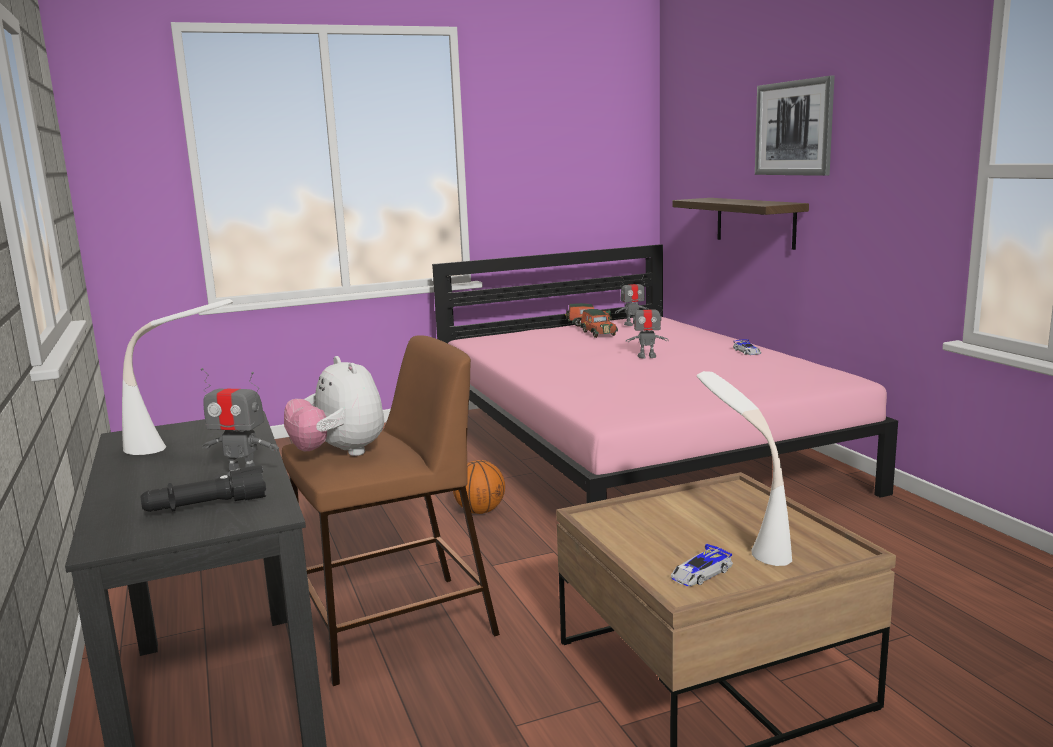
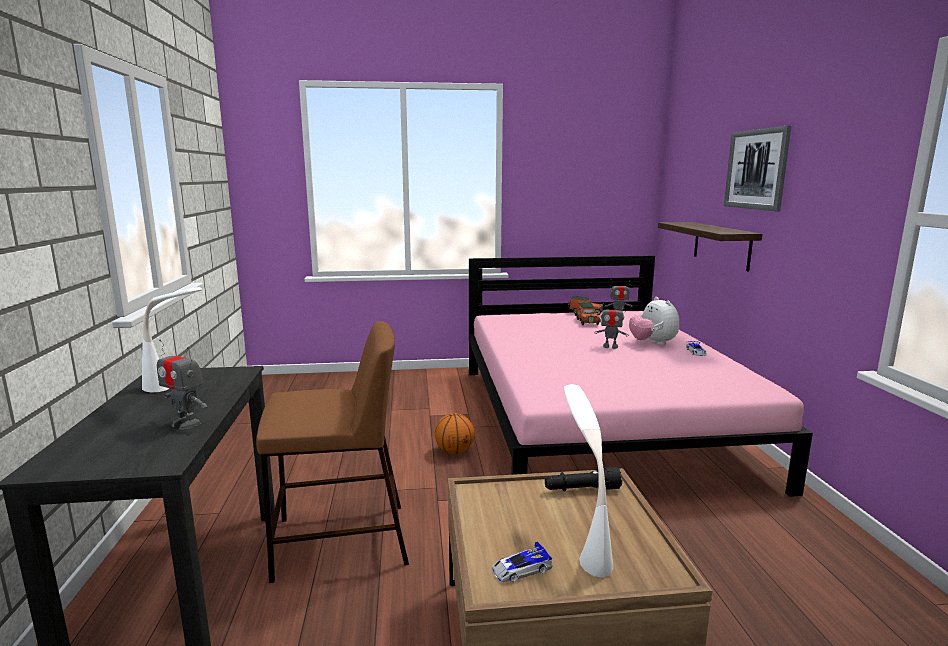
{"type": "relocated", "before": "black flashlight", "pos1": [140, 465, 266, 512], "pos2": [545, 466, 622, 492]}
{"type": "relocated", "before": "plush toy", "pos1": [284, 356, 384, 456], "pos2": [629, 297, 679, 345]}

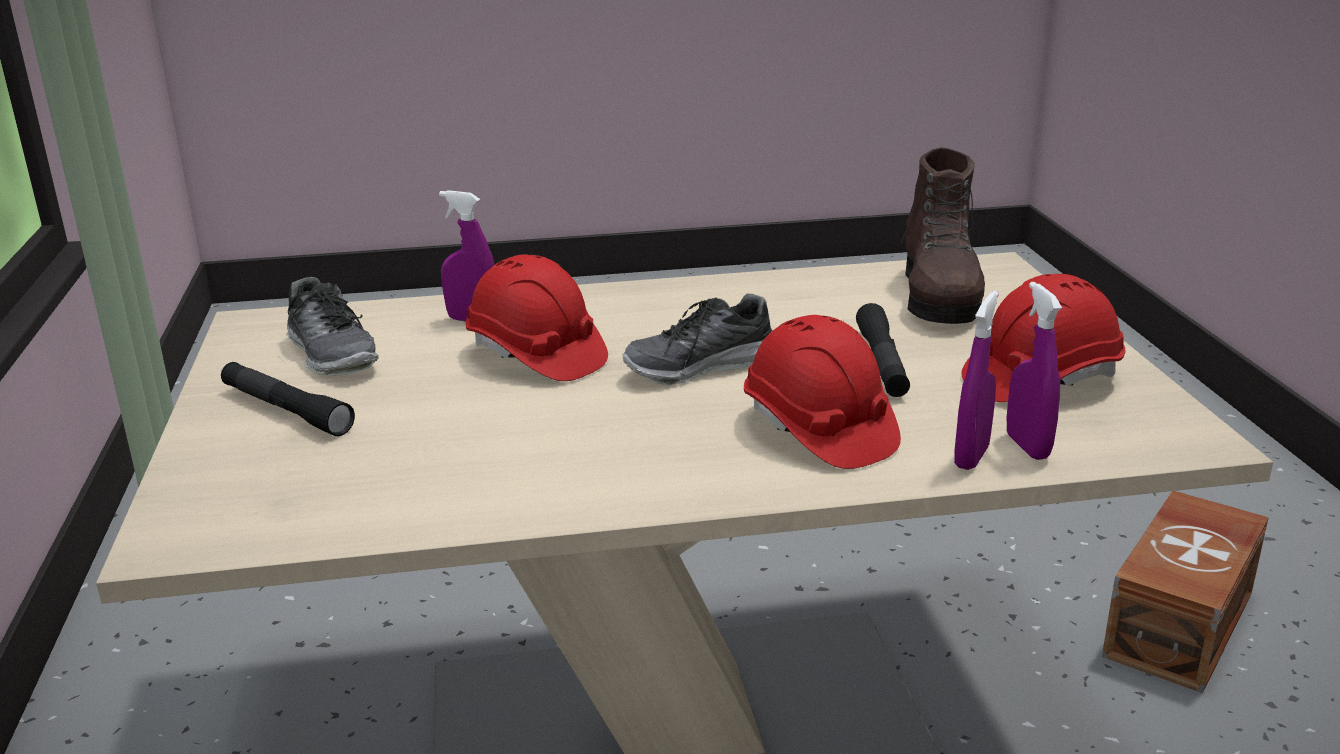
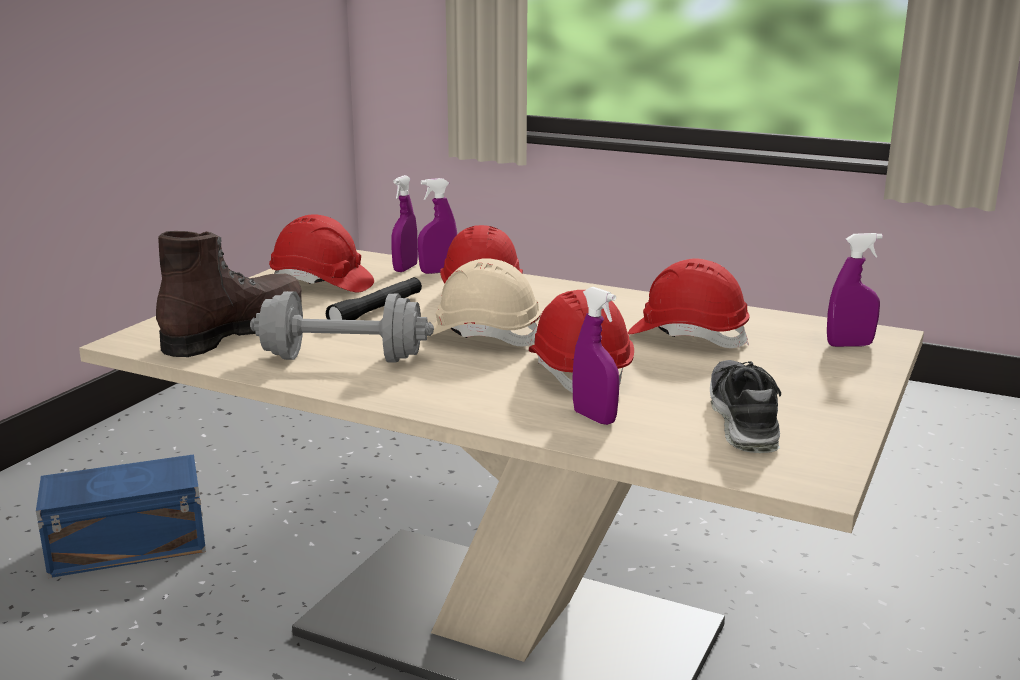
{"type": "colour", "before": "brown storage box", "after": "blue storage box", "pos1": [1102, 491, 1269, 693], "pos2": [36, 454, 206, 578]}
{"type": "appeared", "after": "grey dumbbell", "pos2": [250, 291, 434, 363]}
{"type": "exchanged", "before": "shoe", "after": "beige hard hat", "pos1": [623, 294, 773, 385], "pos2": [427, 258, 541, 346]}
{"type": "appeared", "after": "red hard hat", "pos2": [628, 258, 750, 348]}
{"type": "appeared", "after": "purple spray bottle", "pos2": [827, 233, 883, 347]}
{"type": "missing", "before": "black flashlight", "pos1": [221, 362, 355, 436]}

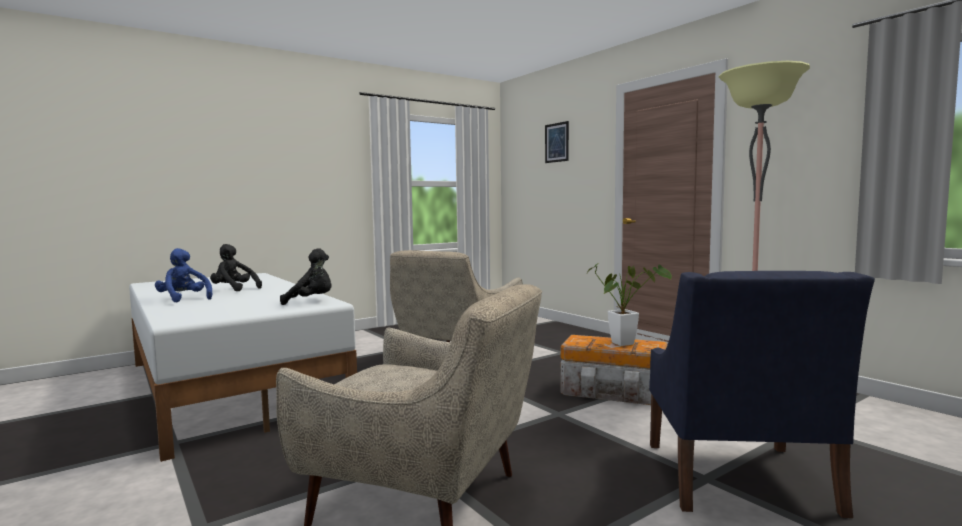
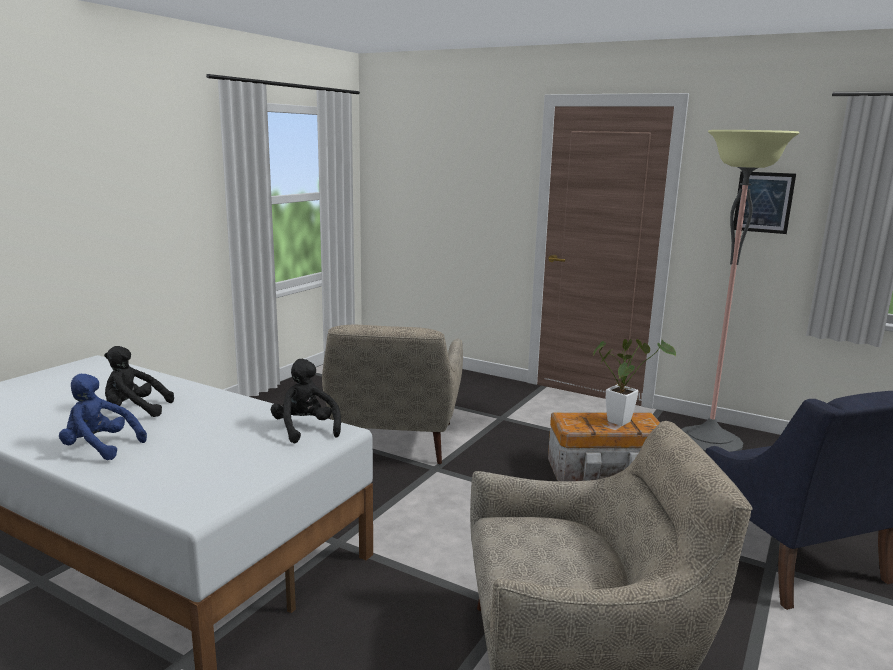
{"type": "spun", "before": "black plush toy", "pos1": [280, 248, 332, 305], "pos2": [271, 359, 341, 444], "turn": -90}
{"type": "relocated", "before": "picture", "pos1": [545, 121, 569, 163], "pos2": [734, 171, 796, 234]}

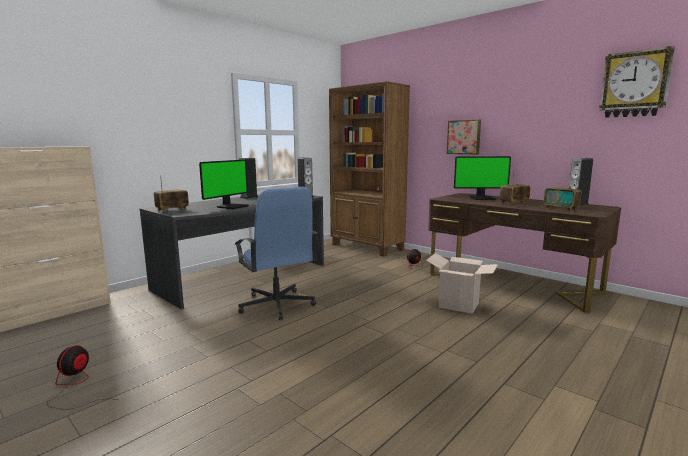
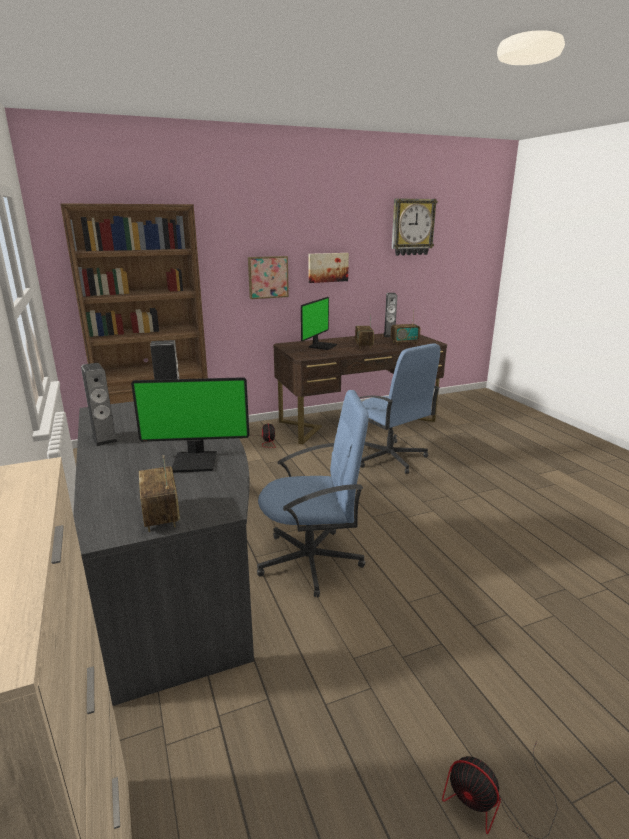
{"type": "spun", "before": "monitor", "pos1": [199, 160, 248, 209], "pos2": [131, 377, 249, 473], "turn": 120}
{"type": "appeared", "after": "picture", "pos2": [308, 253, 349, 283]}
{"type": "exchanged", "before": "cardboard box", "after": "blue office chair", "pos1": [426, 253, 498, 314], "pos2": [359, 343, 440, 474]}

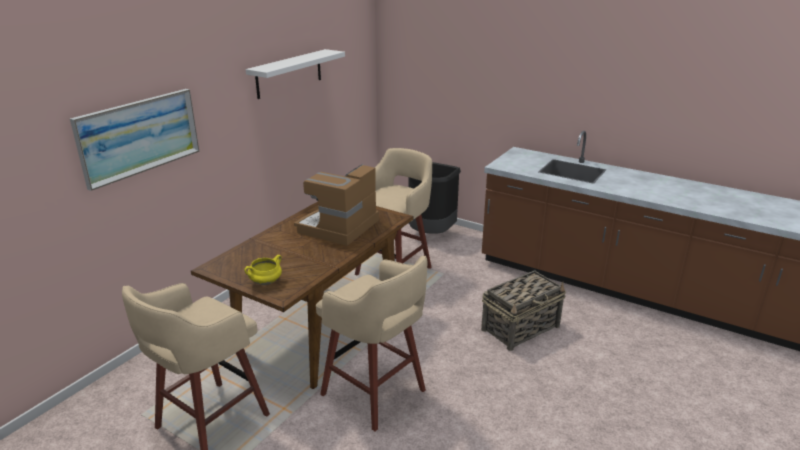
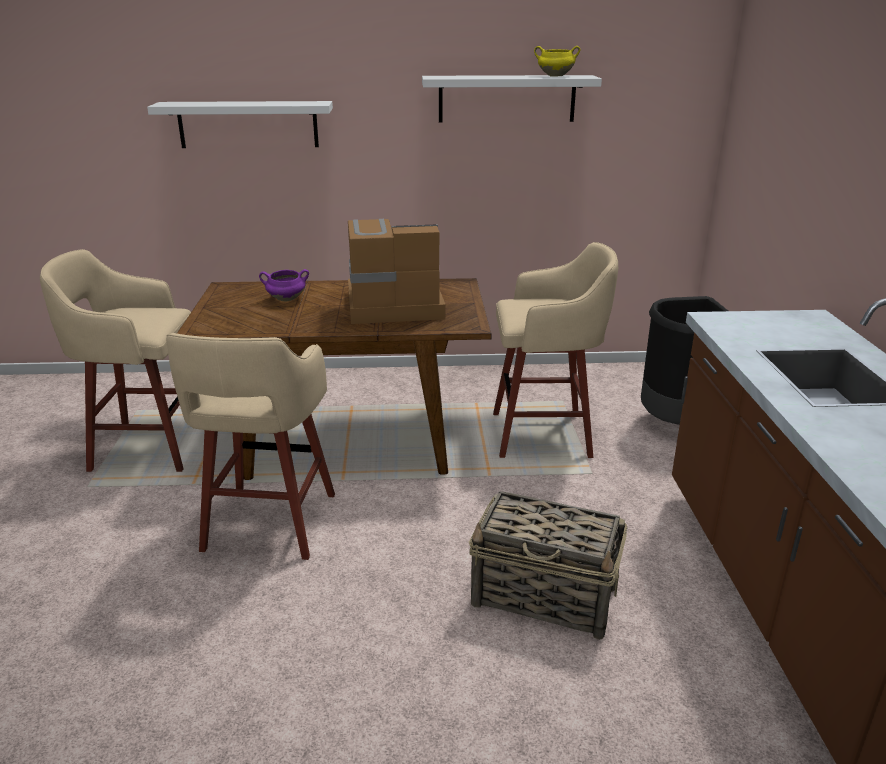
{"type": "exchanged", "before": "picture", "after": "white shelf", "pos1": [70, 89, 199, 191], "pos2": [147, 101, 333, 148]}
{"type": "appeared", "after": "purple cooking pot", "pos2": [259, 269, 309, 301]}
{"type": "relocated", "before": "yellow cooking pot", "pos1": [244, 255, 282, 285], "pos2": [534, 46, 581, 77]}

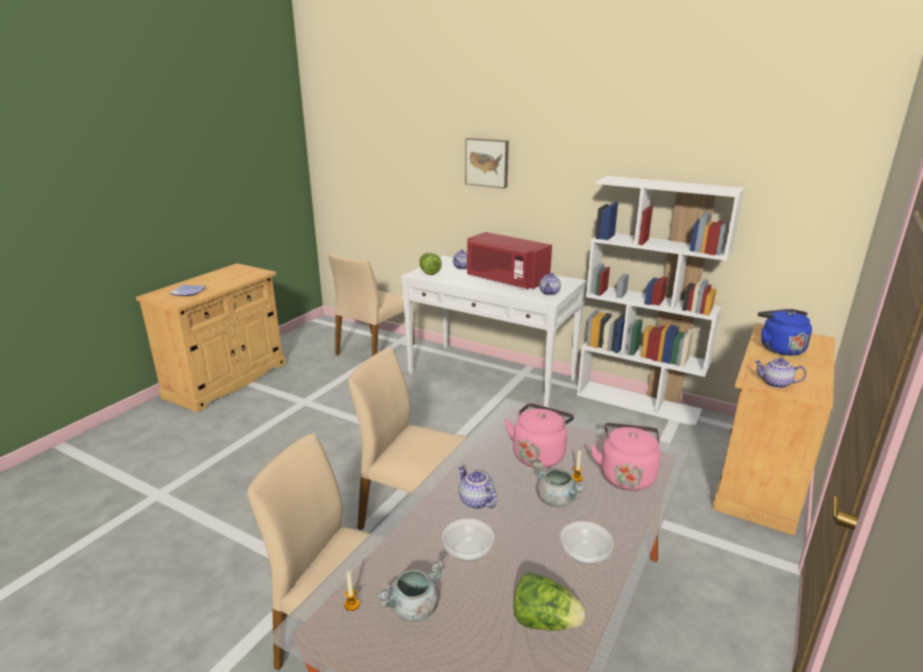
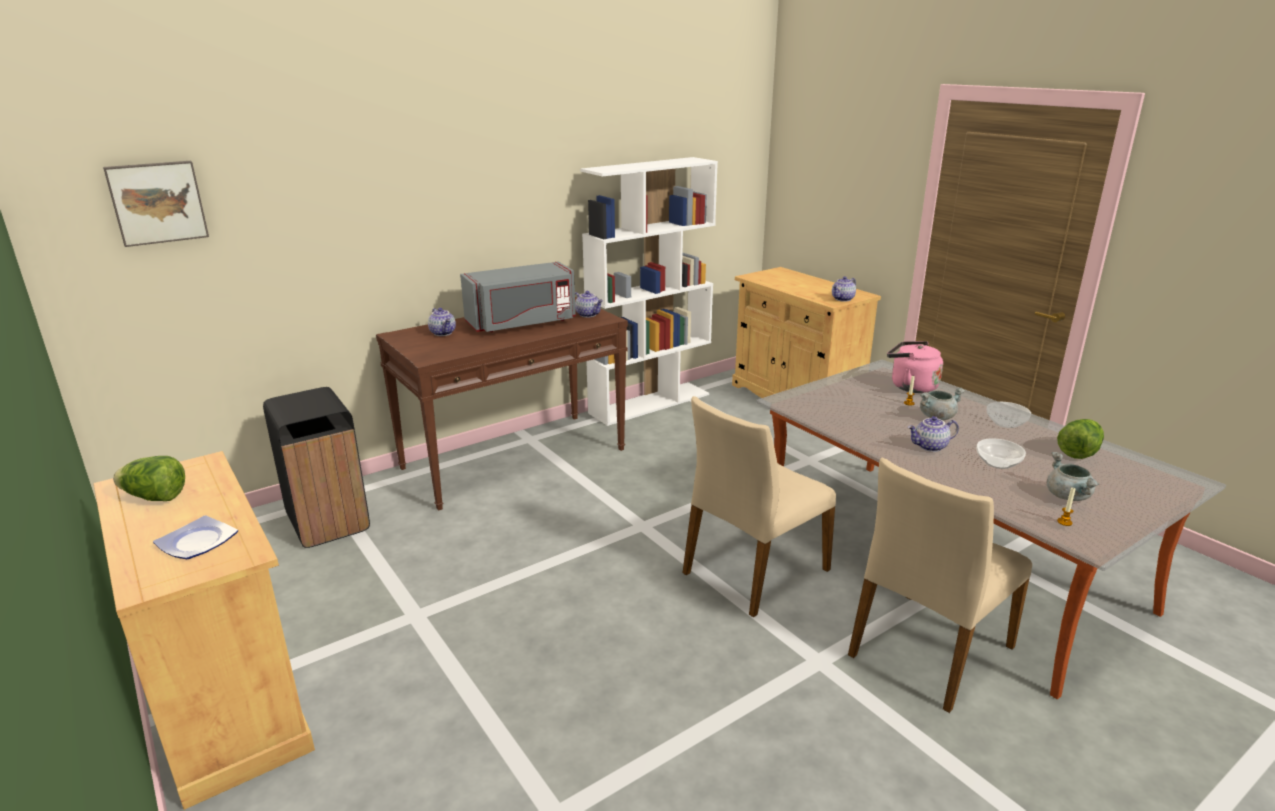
{"type": "relocated", "before": "picture", "pos1": [465, 138, 509, 188], "pos2": [103, 161, 209, 247]}
{"type": "relocated", "before": "lettuce", "pos1": [420, 253, 442, 275], "pos2": [113, 456, 185, 501]}
{"type": "exchanged", "before": "beige chair", "after": "black trash can", "pos1": [328, 253, 415, 356], "pos2": [263, 387, 370, 548]}
{"type": "colour", "before": "white console table", "after": "brown console table", "pos1": [401, 256, 587, 407], "pos2": [376, 297, 628, 511]}
{"type": "colour", "before": "red microwave", "after": "grey microwave", "pos1": [467, 232, 552, 289], "pos2": [460, 262, 576, 332]}
{"type": "missing", "before": "pink kettle", "pos1": [505, 403, 574, 468]}
{"type": "missing", "before": "blue kettle", "pos1": [758, 309, 812, 356]}

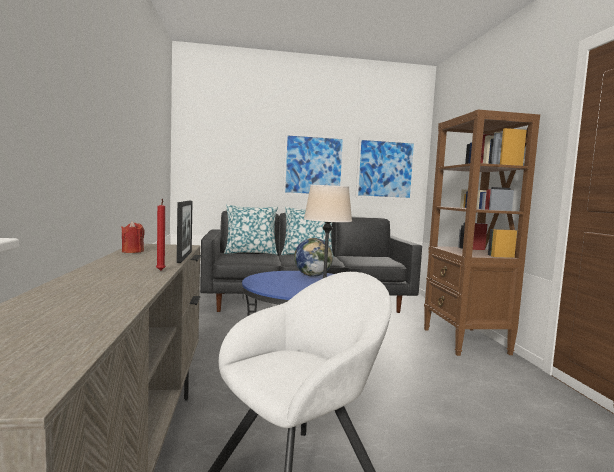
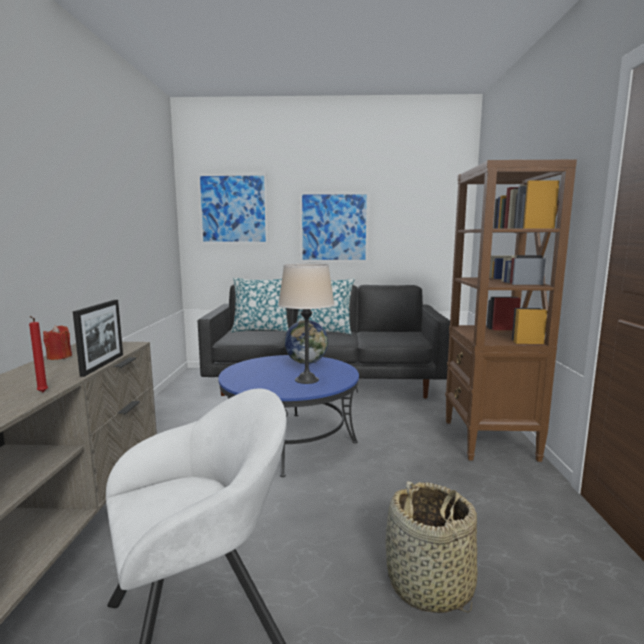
{"type": "relocated", "before": "picture", "pos1": [355, 137, 416, 200], "pos2": [197, 173, 269, 244]}
{"type": "appeared", "after": "basket", "pos2": [386, 481, 477, 613]}

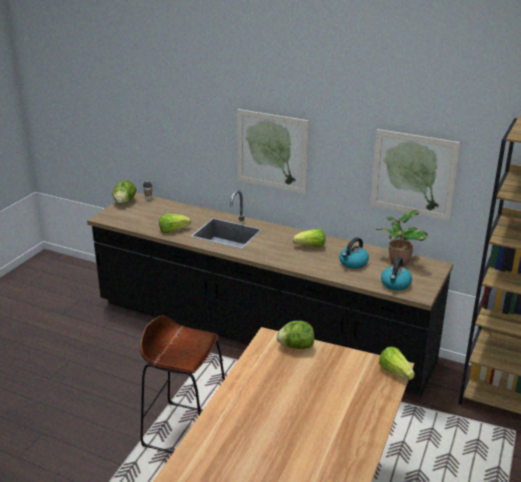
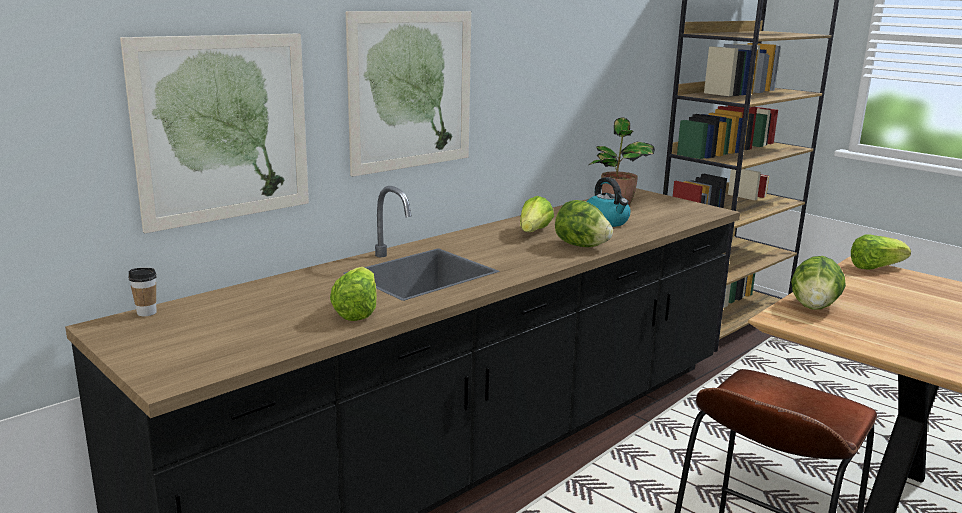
{"type": "relocated", "before": "picture", "pos1": [371, 129, 461, 221], "pos2": [120, 33, 309, 233]}
{"type": "relocated", "before": "lettuce", "pos1": [113, 180, 137, 204], "pos2": [555, 200, 613, 247]}
{"type": "missing", "before": "kettle", "pos1": [381, 257, 412, 290]}

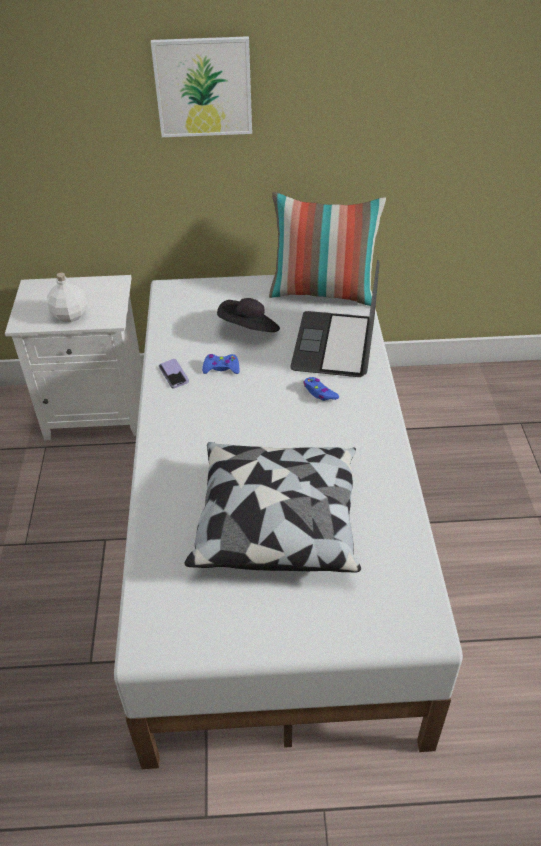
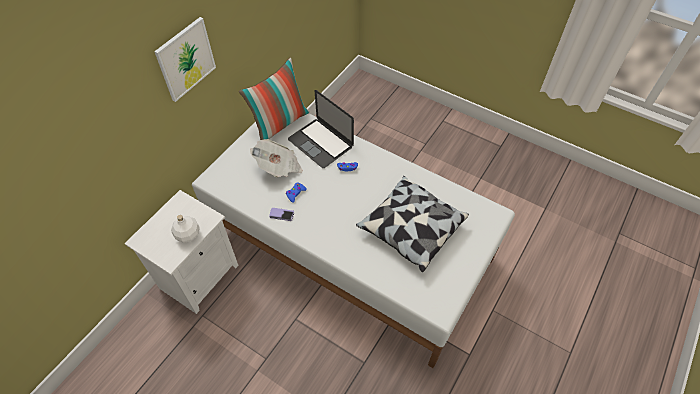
{"type": "exchanged", "before": "black hat", "after": "newspaper", "pos1": [217, 298, 280, 332], "pos2": [250, 139, 303, 177]}

